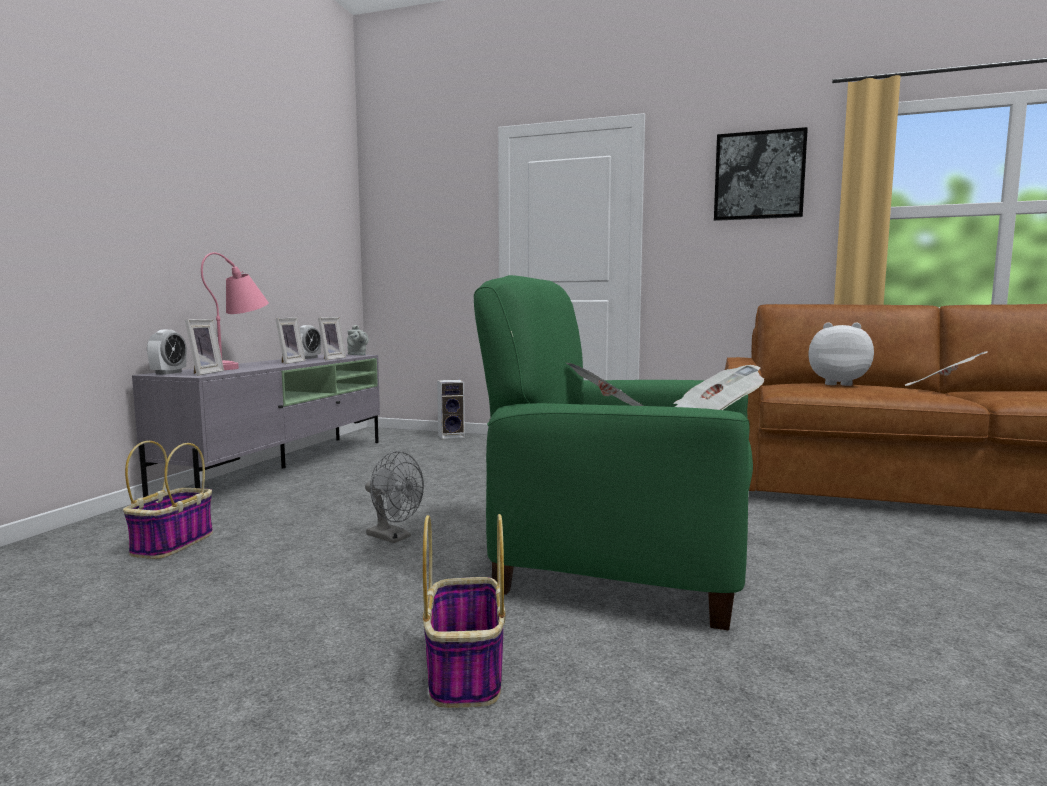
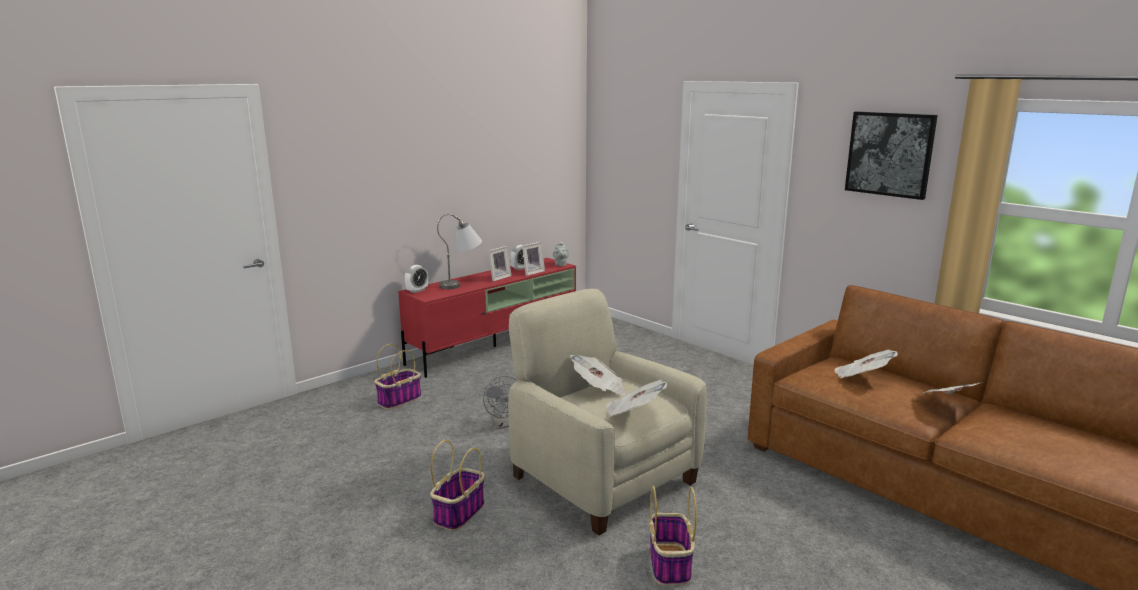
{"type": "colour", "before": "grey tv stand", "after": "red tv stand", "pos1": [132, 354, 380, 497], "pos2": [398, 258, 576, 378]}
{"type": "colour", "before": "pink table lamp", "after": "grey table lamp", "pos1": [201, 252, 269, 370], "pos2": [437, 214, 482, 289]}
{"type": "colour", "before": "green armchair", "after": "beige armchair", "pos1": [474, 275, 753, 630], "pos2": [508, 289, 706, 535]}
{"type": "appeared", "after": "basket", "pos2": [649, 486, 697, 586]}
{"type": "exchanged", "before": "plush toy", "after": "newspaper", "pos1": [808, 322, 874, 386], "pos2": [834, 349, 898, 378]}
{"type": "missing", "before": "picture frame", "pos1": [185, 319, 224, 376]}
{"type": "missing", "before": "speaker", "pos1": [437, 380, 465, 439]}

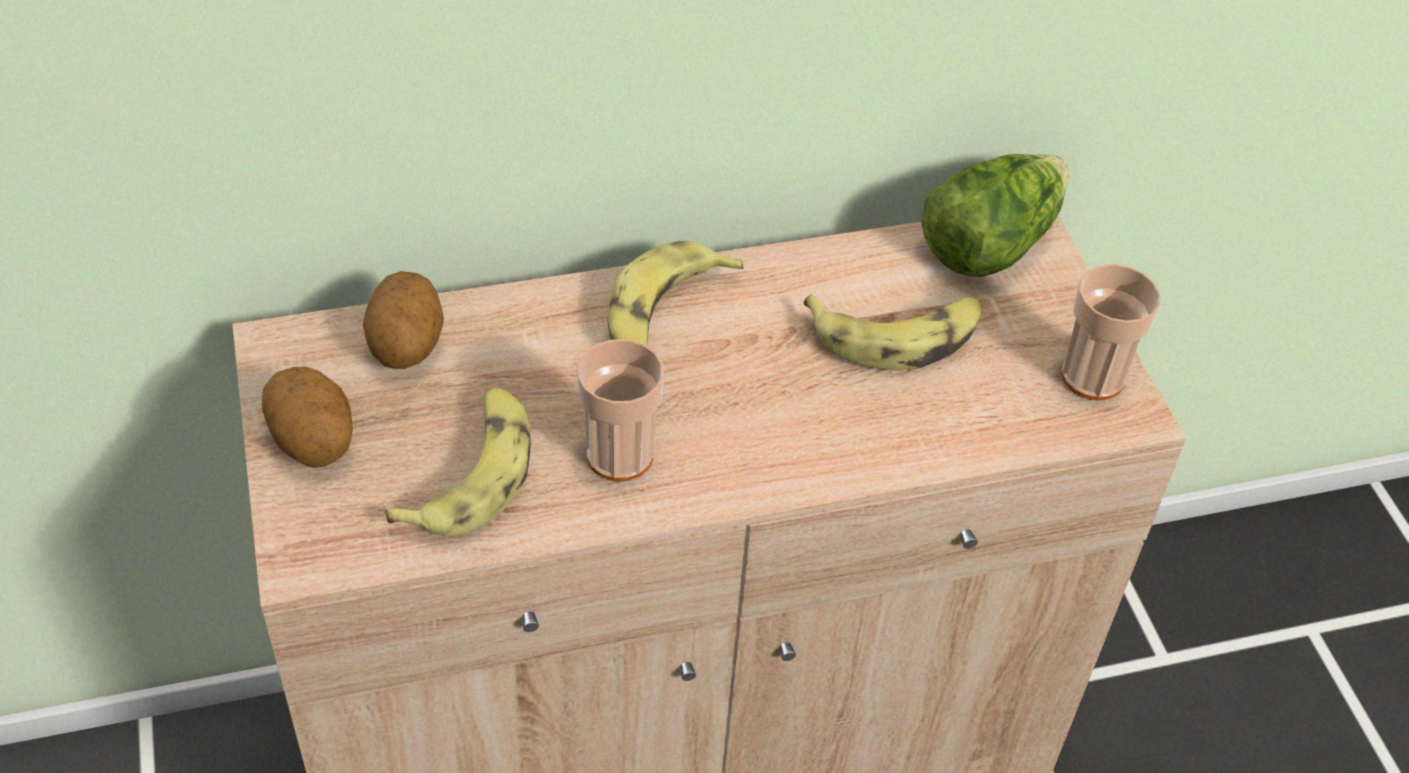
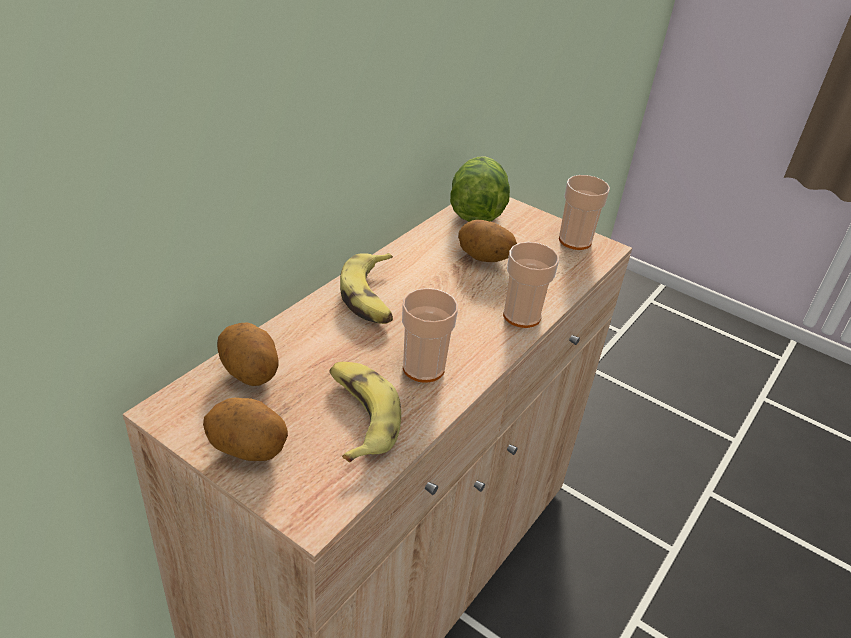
{"type": "exchanged", "before": "banana", "after": "potato", "pos1": [804, 294, 982, 370], "pos2": [458, 220, 517, 262]}
{"type": "appeared", "after": "cup", "pos2": [503, 242, 559, 328]}

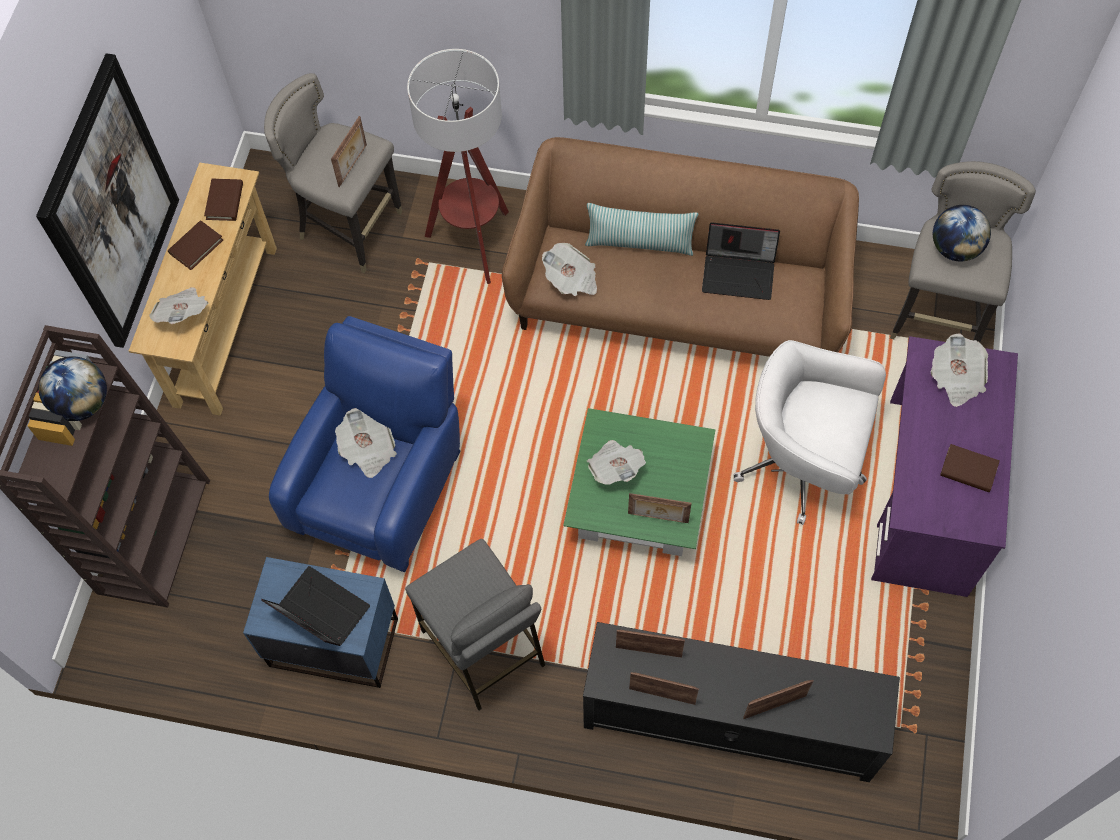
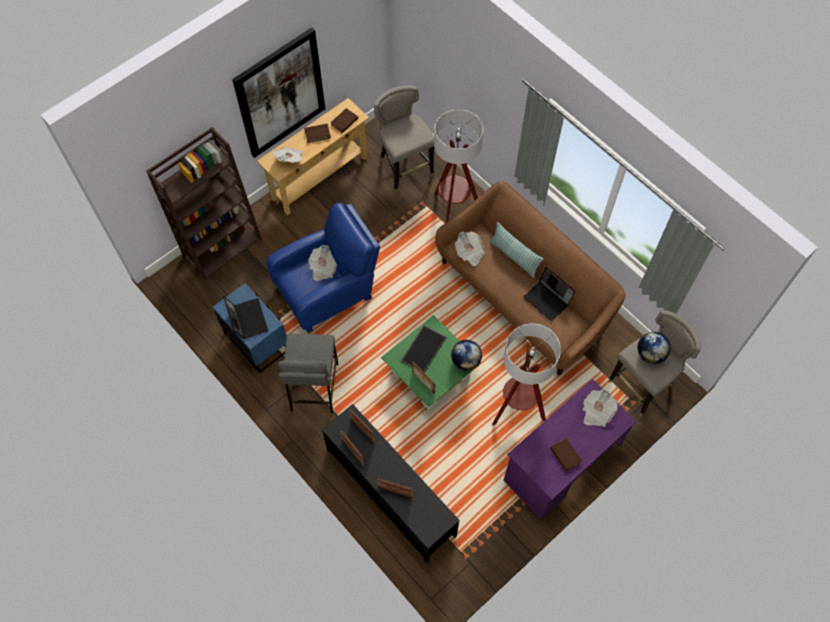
{"type": "exchanged", "before": "newspaper", "after": "tray", "pos1": [587, 440, 646, 485], "pos2": [401, 325, 447, 373]}
{"type": "relocated", "before": "globe", "pos1": [39, 356, 107, 421], "pos2": [451, 340, 482, 371]}
{"type": "exchanged", "before": "white office chair", "after": "floor lamp", "pos1": [733, 340, 886, 525], "pos2": [492, 323, 561, 426]}
{"type": "missing", "before": "picture frame", "pos1": [331, 116, 367, 187]}

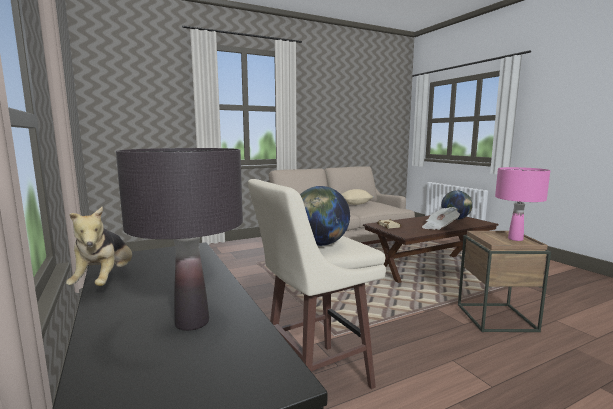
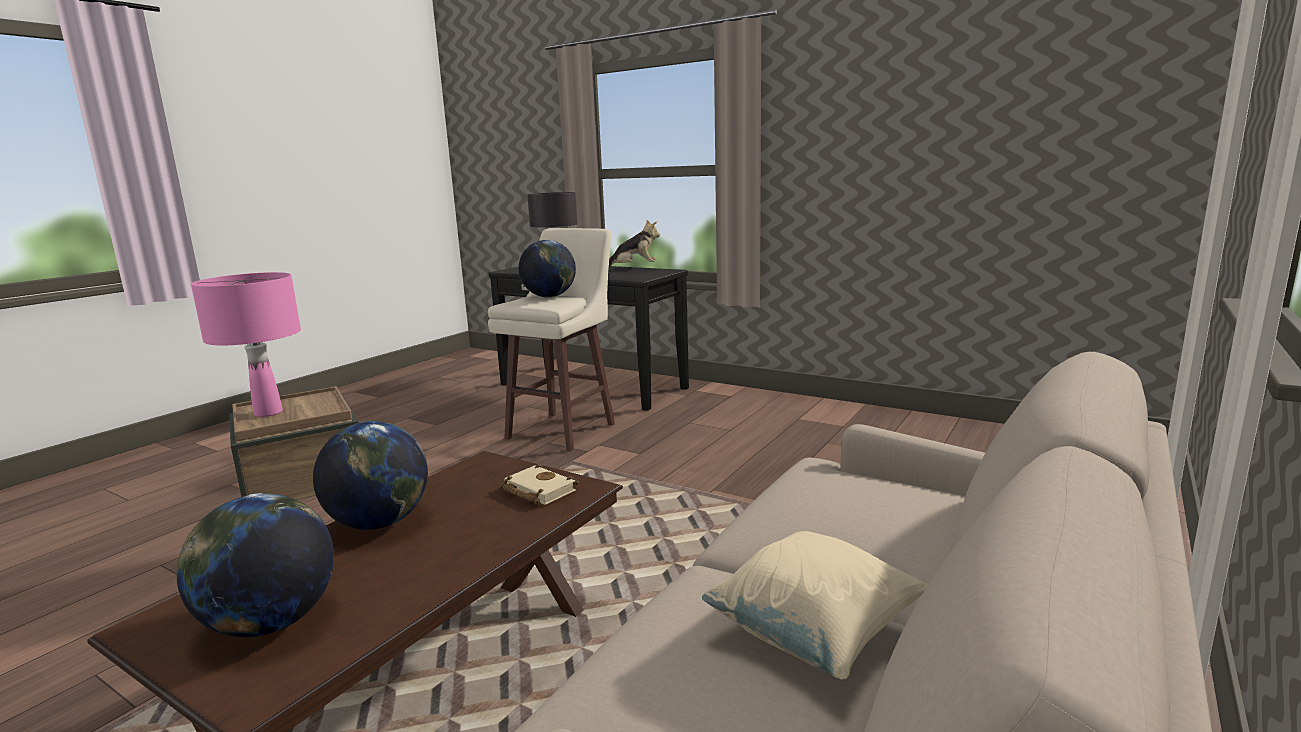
{"type": "exchanged", "before": "newspaper", "after": "globe", "pos1": [422, 207, 460, 230], "pos2": [313, 421, 428, 530]}
{"type": "spun", "before": "plush toy", "pos1": [66, 206, 132, 286], "pos2": [609, 220, 660, 267], "turn": 120}

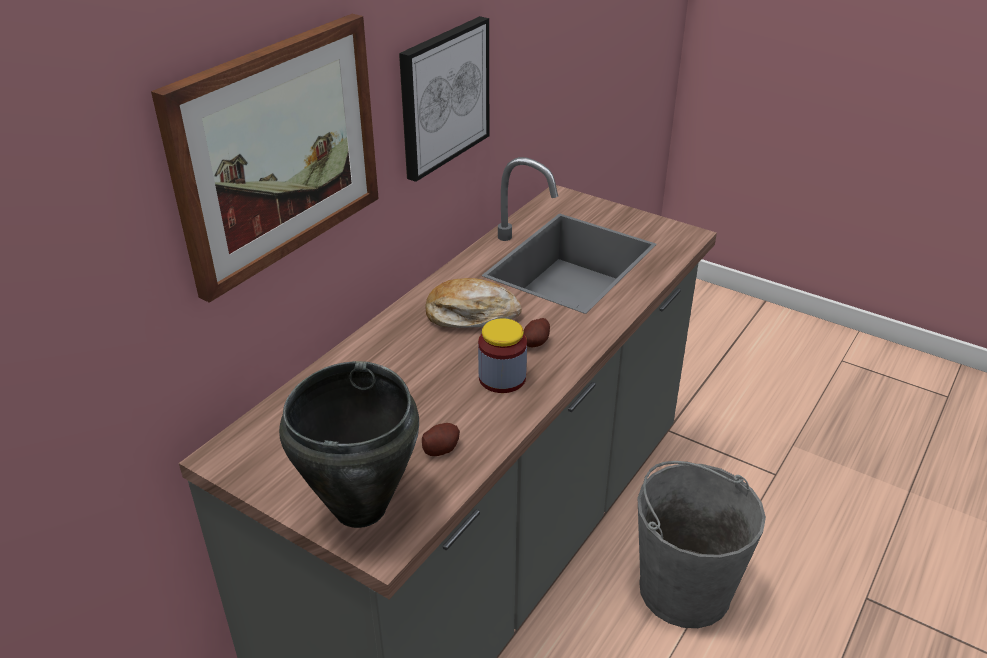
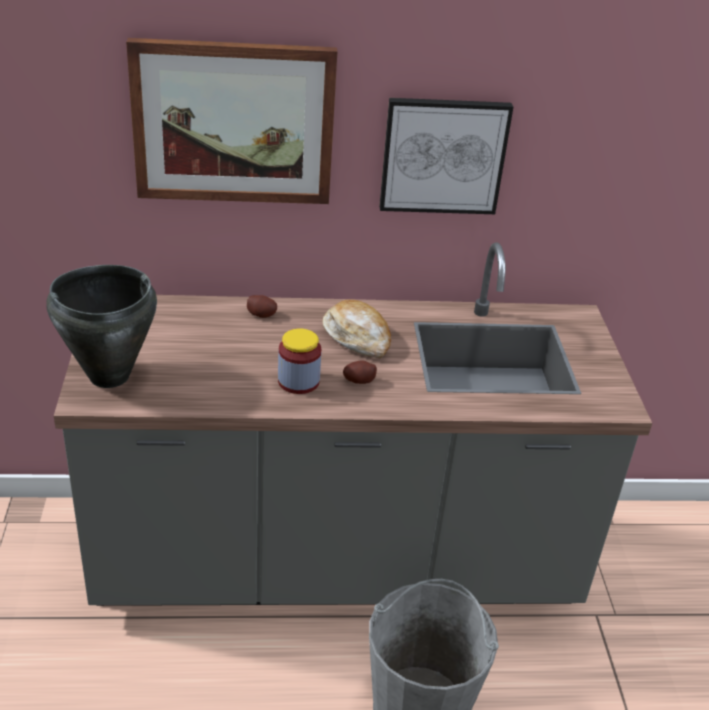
{"type": "relocated", "before": "potato", "pos1": [422, 423, 460, 456], "pos2": [247, 295, 277, 318]}

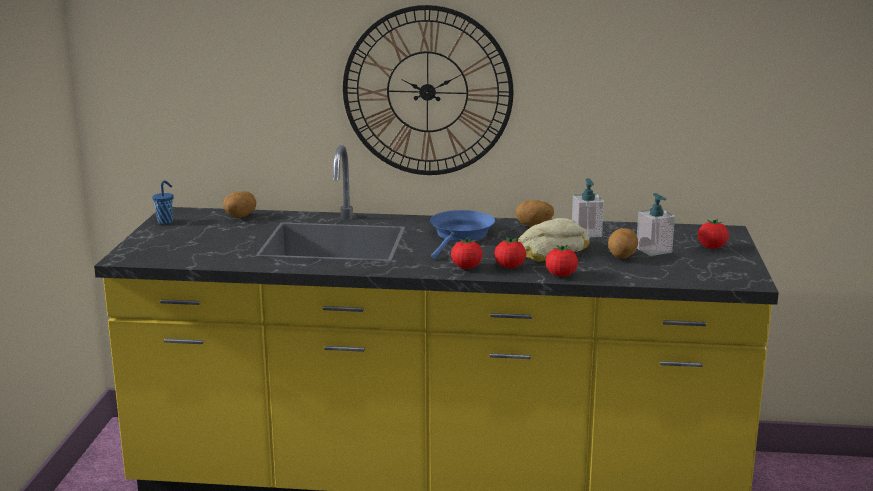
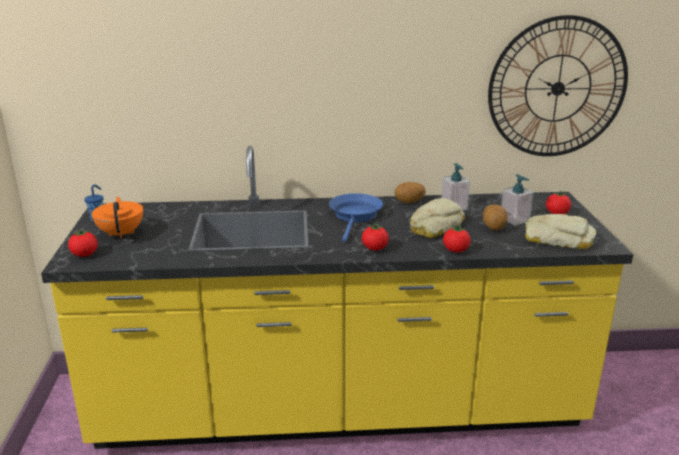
{"type": "relocated", "before": "tomato", "pos1": [494, 237, 526, 268], "pos2": [68, 229, 98, 257]}
{"type": "appeared", "after": "orange teapot", "pos2": [92, 197, 143, 239]}
{"type": "relocated", "before": "wall clock", "pos1": [343, 5, 513, 175], "pos2": [488, 15, 628, 156]}
{"type": "appeared", "after": "bread", "pos2": [525, 214, 596, 249]}
{"type": "missing", "before": "potato", "pos1": [223, 191, 256, 218]}

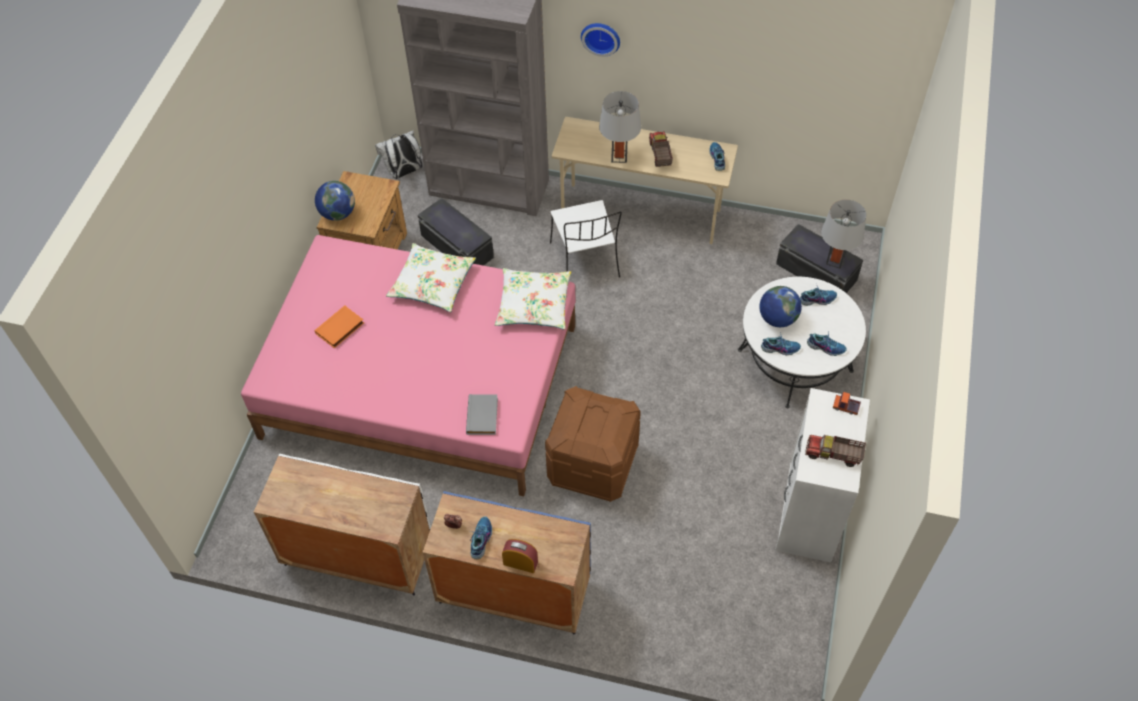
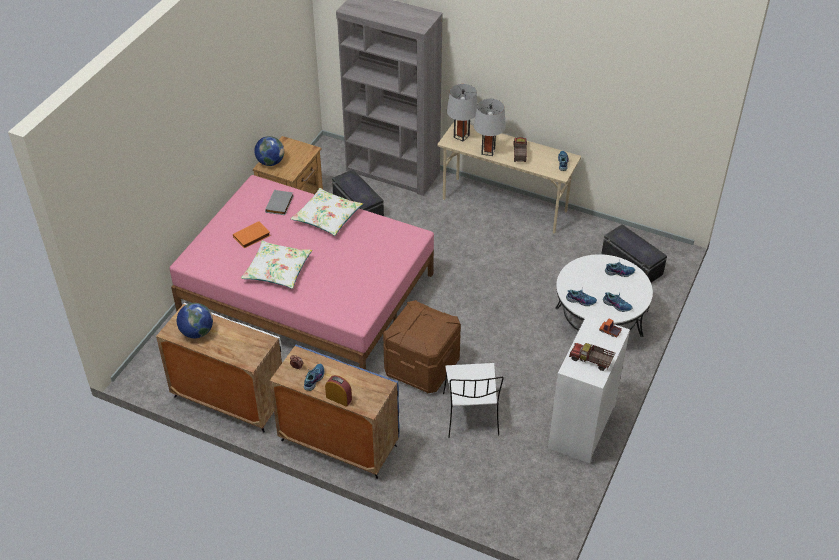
{"type": "relocated", "before": "globe", "pos1": [759, 286, 802, 327], "pos2": [177, 303, 213, 338]}
{"type": "relocated", "before": "white pillow", "pos1": [495, 268, 571, 329], "pos2": [241, 241, 312, 289]}
{"type": "relocated", "before": "grey book", "pos1": [466, 394, 498, 435], "pos2": [265, 190, 293, 215]}
{"type": "relocated", "before": "white chair", "pos1": [550, 200, 622, 278], "pos2": [443, 363, 504, 438]}
{"type": "relocated", "before": "grey table lamp", "pos1": [821, 200, 866, 269], "pos2": [447, 84, 478, 141]}
{"type": "missing", "before": "white backpack", "pos1": [375, 130, 422, 179]}
{"type": "missing", "before": "wall clock", "pos1": [581, 23, 620, 57]}

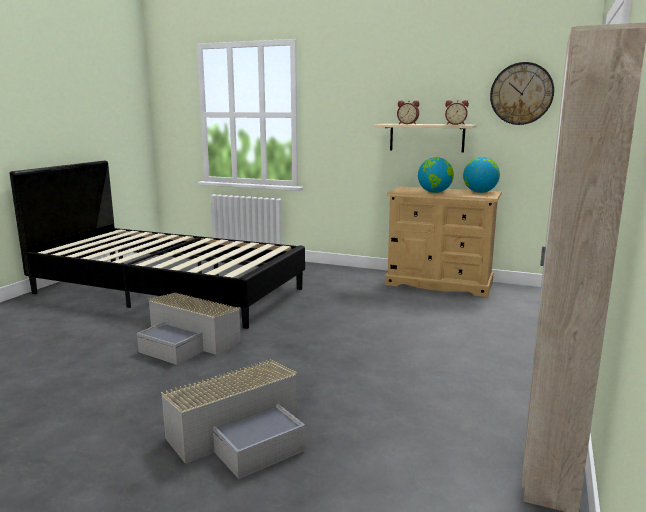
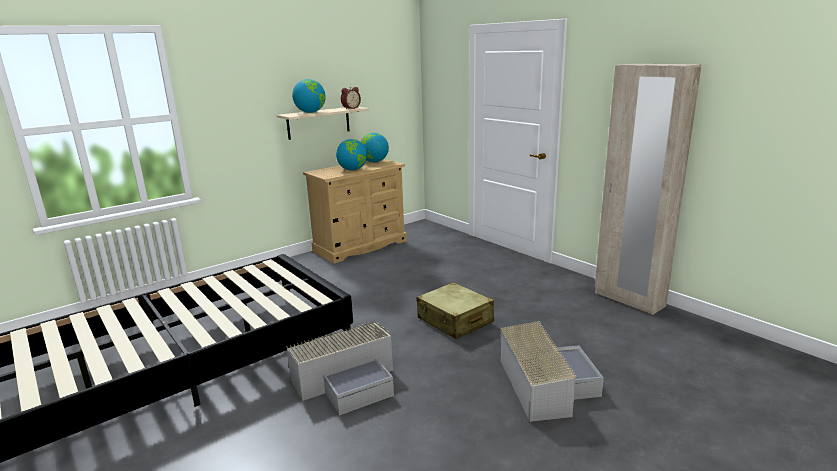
{"type": "exchanged", "before": "alarm clock", "after": "globe", "pos1": [397, 101, 419, 124], "pos2": [292, 79, 326, 113]}
{"type": "appeared", "after": "beige suitcase", "pos2": [416, 282, 494, 339]}
{"type": "missing", "before": "wall clock", "pos1": [490, 62, 554, 125]}

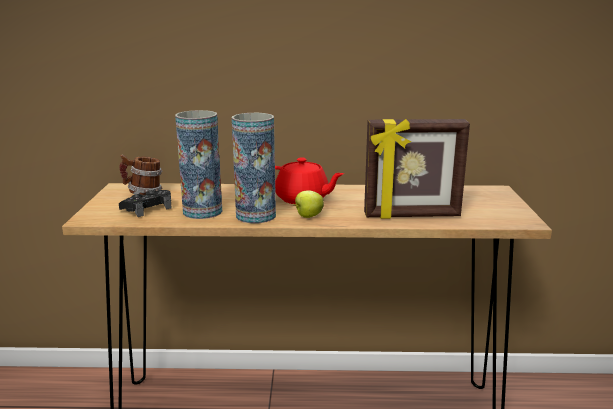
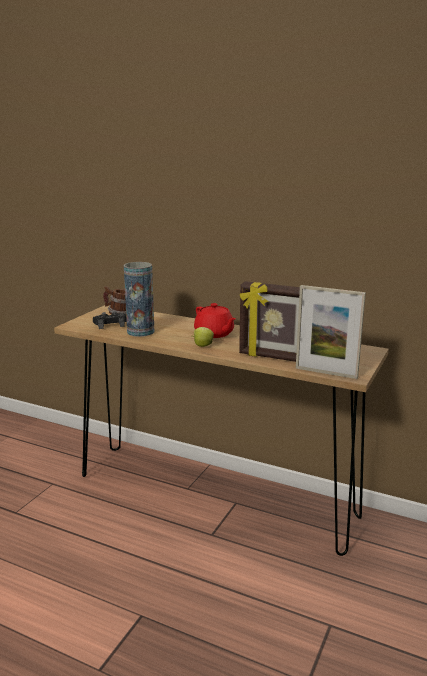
{"type": "appeared", "after": "picture frame", "pos2": [296, 285, 366, 379]}
{"type": "missing", "before": "vase", "pos1": [232, 113, 276, 223]}

